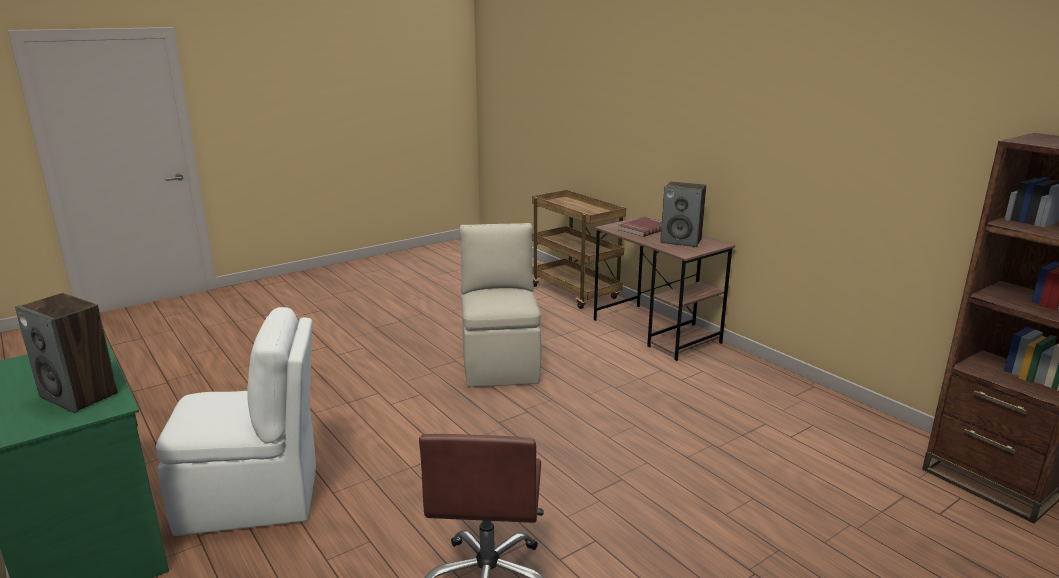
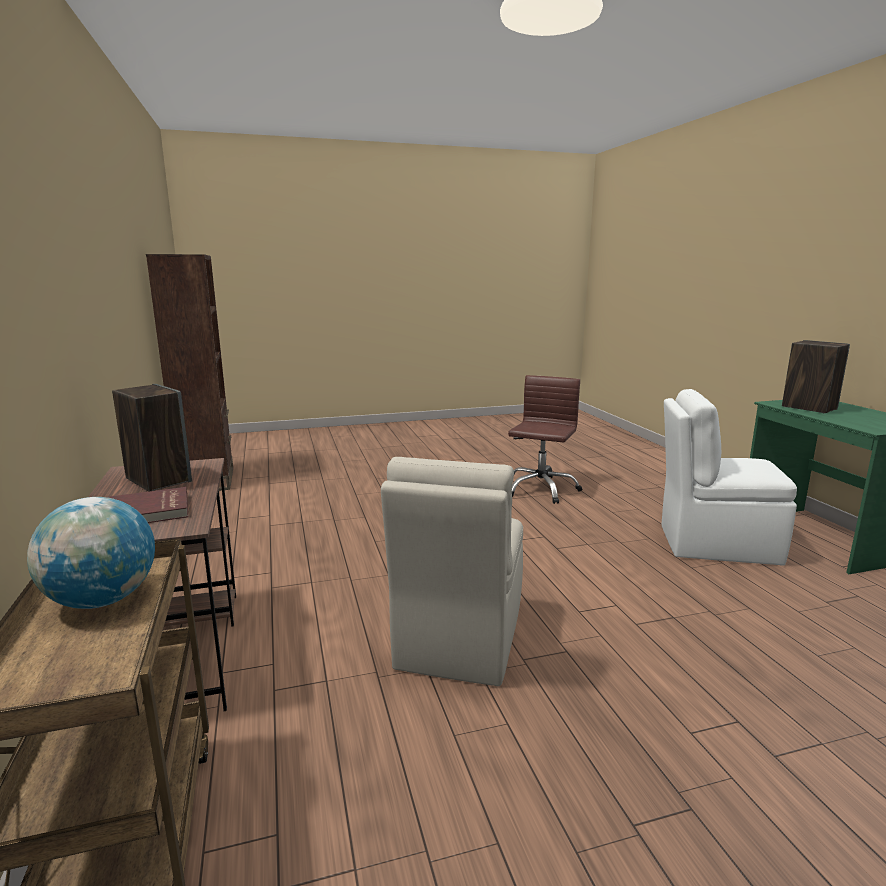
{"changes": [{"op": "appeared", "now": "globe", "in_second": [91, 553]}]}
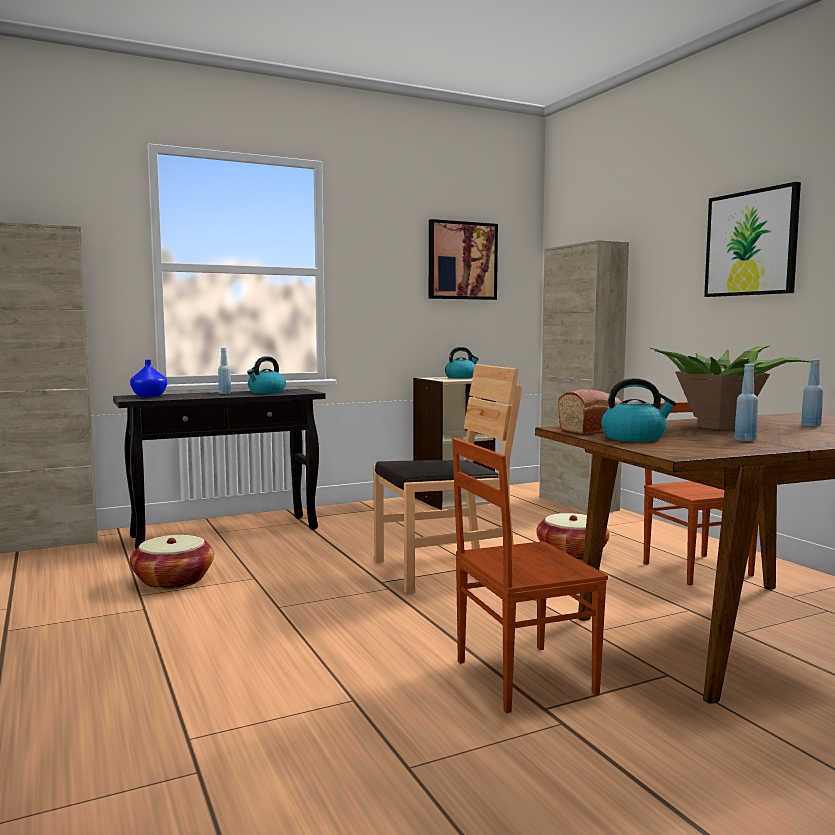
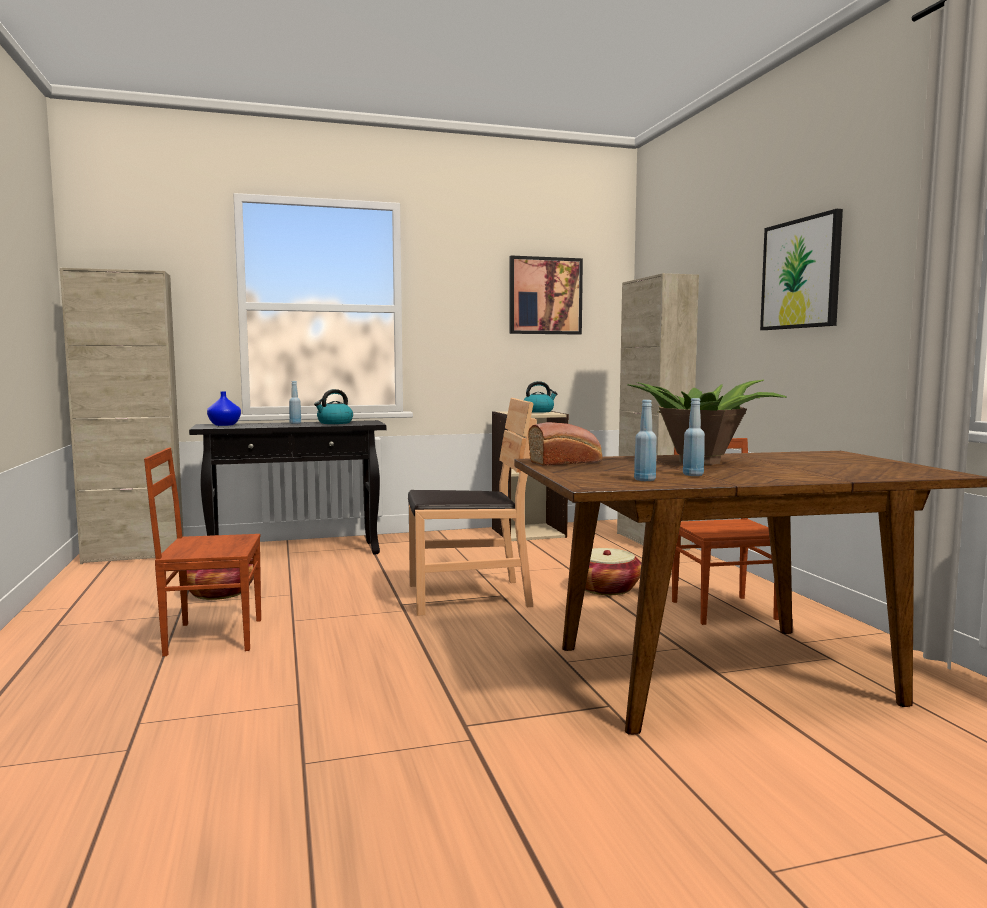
{"changes": [{"op": "relocated", "was": "chaise (marron)", "in_first": [530, 575], "in_second": [202, 551]}, {"op": "missing", "was": "bouilloire", "in_first": [638, 410]}, {"op": "relocated", "was": "bouteille (bleu)", "in_first": [812, 393], "in_second": [645, 440]}]}
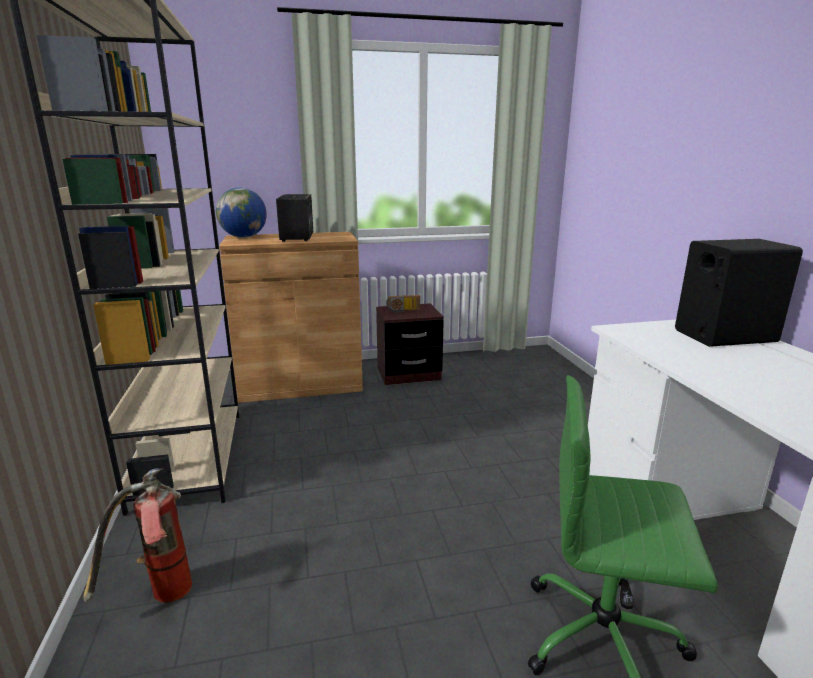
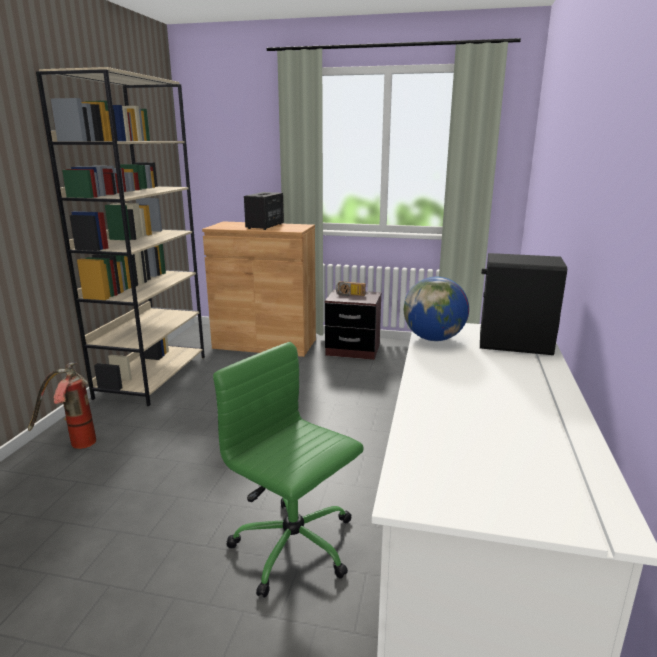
{"changes": [{"op": "relocated", "was": "globe", "in_first": [241, 213], "in_second": [436, 309]}]}
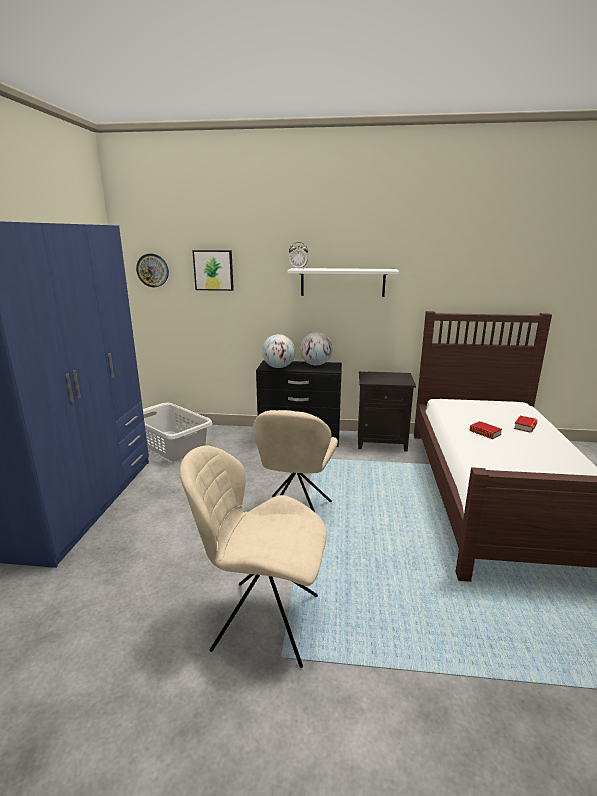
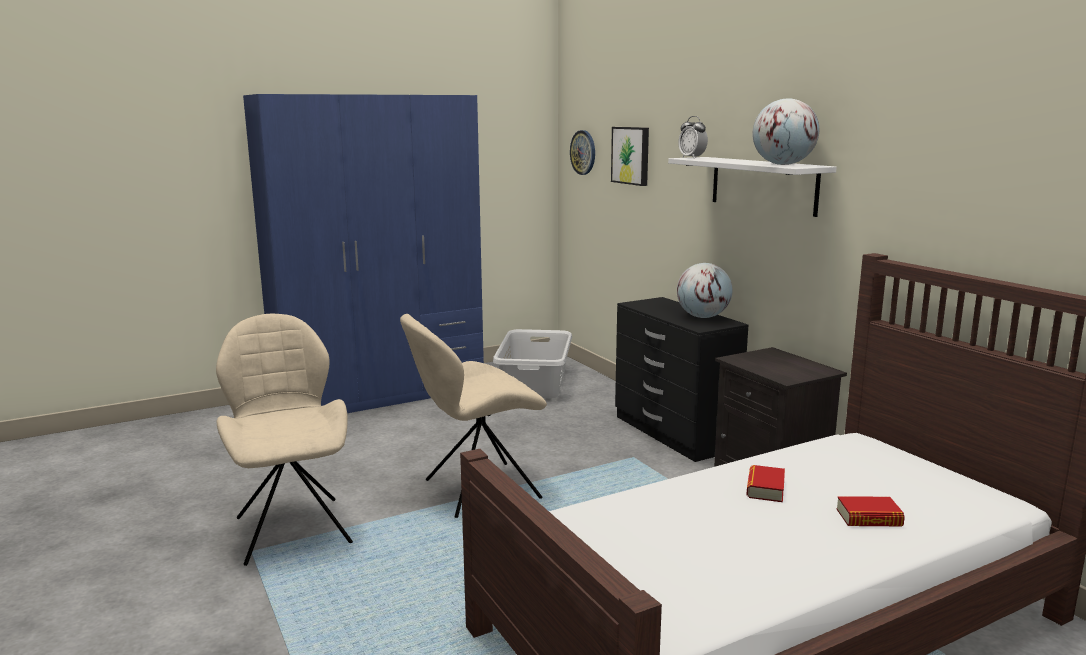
{"changes": [{"op": "relocated", "was": "globe", "in_first": [278, 351], "in_second": [785, 131]}]}
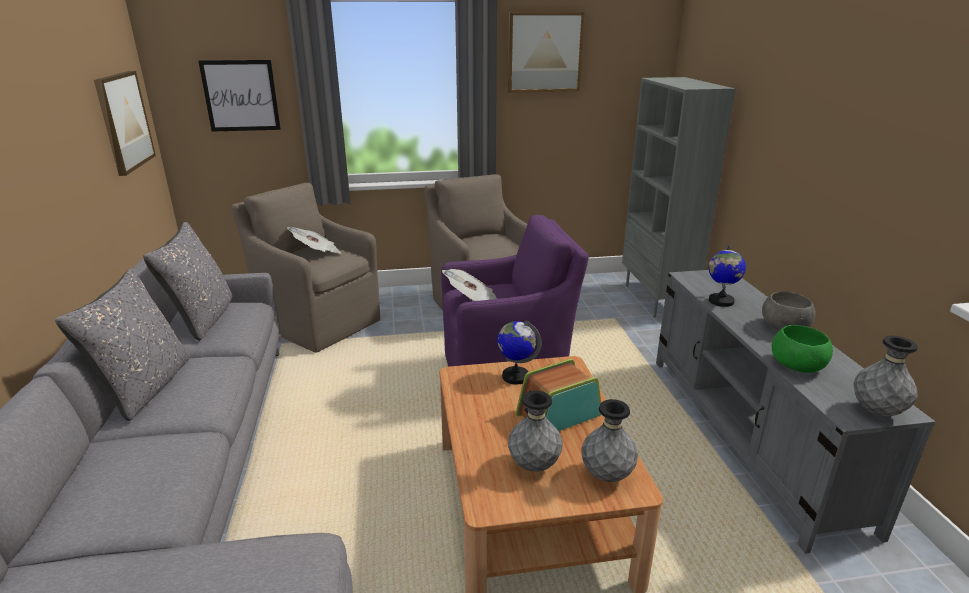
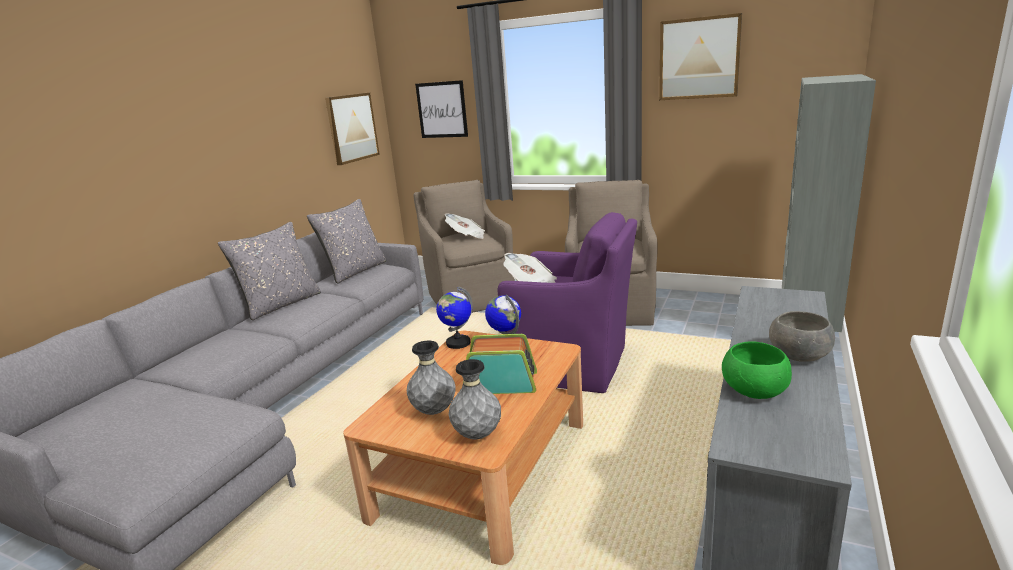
{"changes": [{"op": "relocated", "was": "globe", "in_first": [727, 275], "in_second": [454, 318]}, {"op": "missing", "was": "vase (gris)", "in_first": [885, 376]}]}
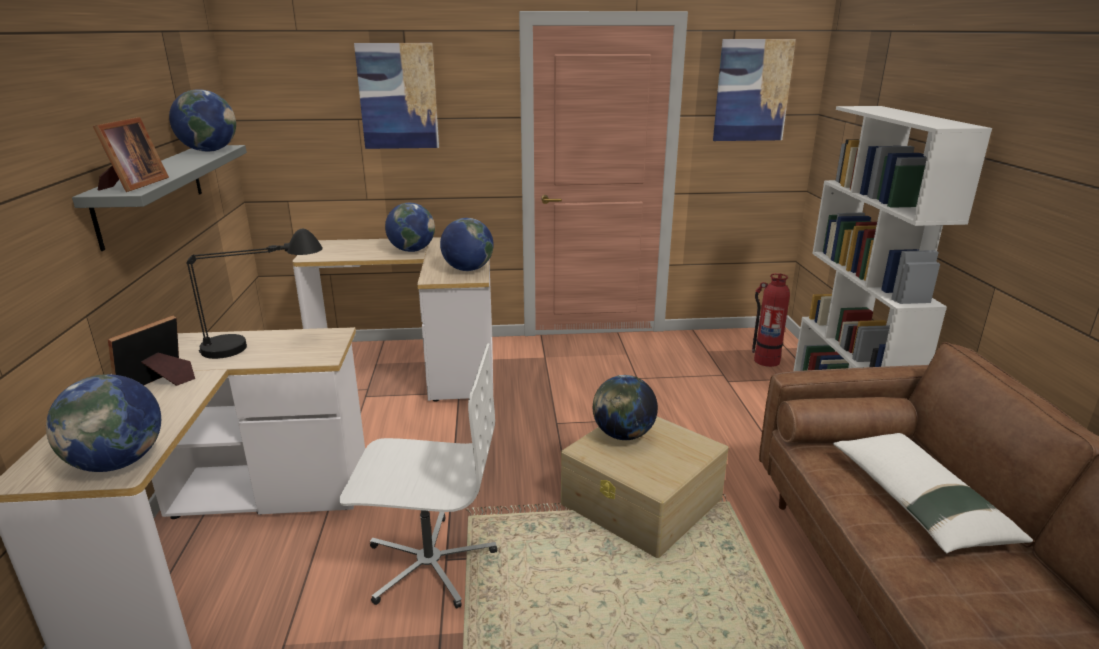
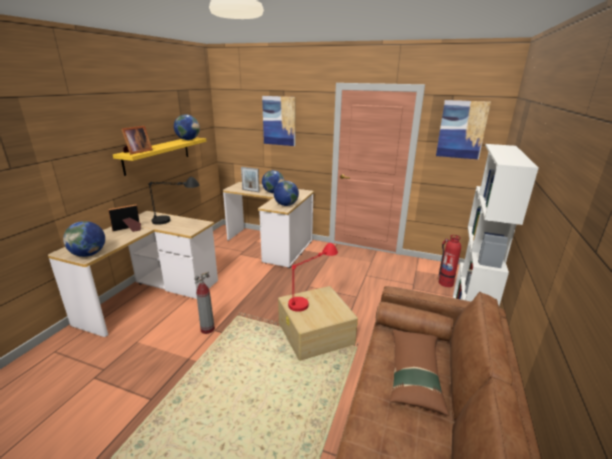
{"changes": [{"op": "colour", "was": "étagère (gris)", "now": "étagère (jaune)", "in_first": [159, 198], "in_second": [159, 157]}, {"op": "exchanged", "was": "chaise de bureau (blanc)", "now": "extincteur", "in_first": [418, 475], "in_second": [204, 303]}, {"op": "exchanged", "was": "globe", "now": "lampe de table (rouge)", "in_first": [625, 407], "in_second": [313, 277]}, {"op": "colour", "was": "coussin (blanc)", "now": "coussin (marron)", "in_first": [933, 493], "in_second": [419, 373]}, {"op": "appeared", "now": "cadre photo", "in_second": [250, 179]}]}
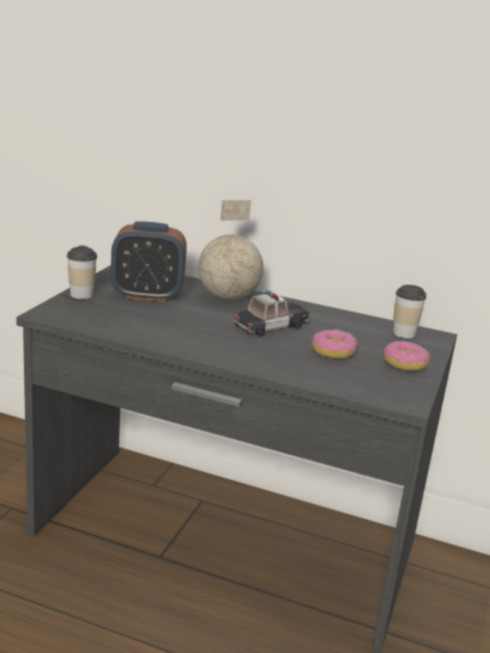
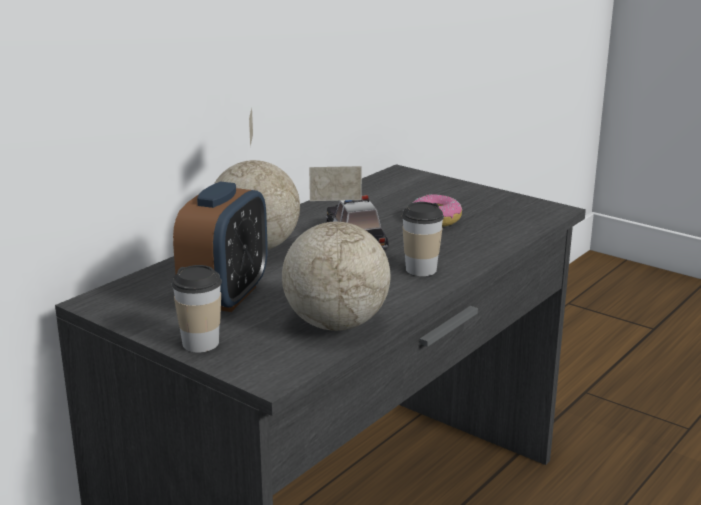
{"changes": [{"op": "missing", "was": "beignet", "in_first": [406, 356]}, {"op": "relocated", "was": "tasse", "in_first": [409, 311], "in_second": [423, 239]}, {"op": "appeared", "now": "globe", "in_second": [336, 248]}]}
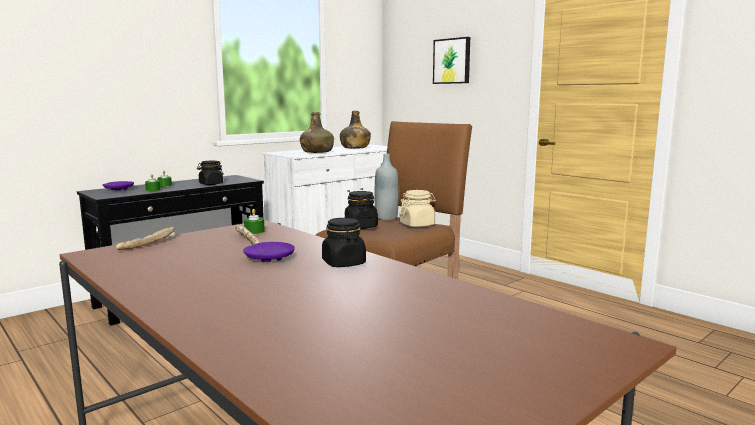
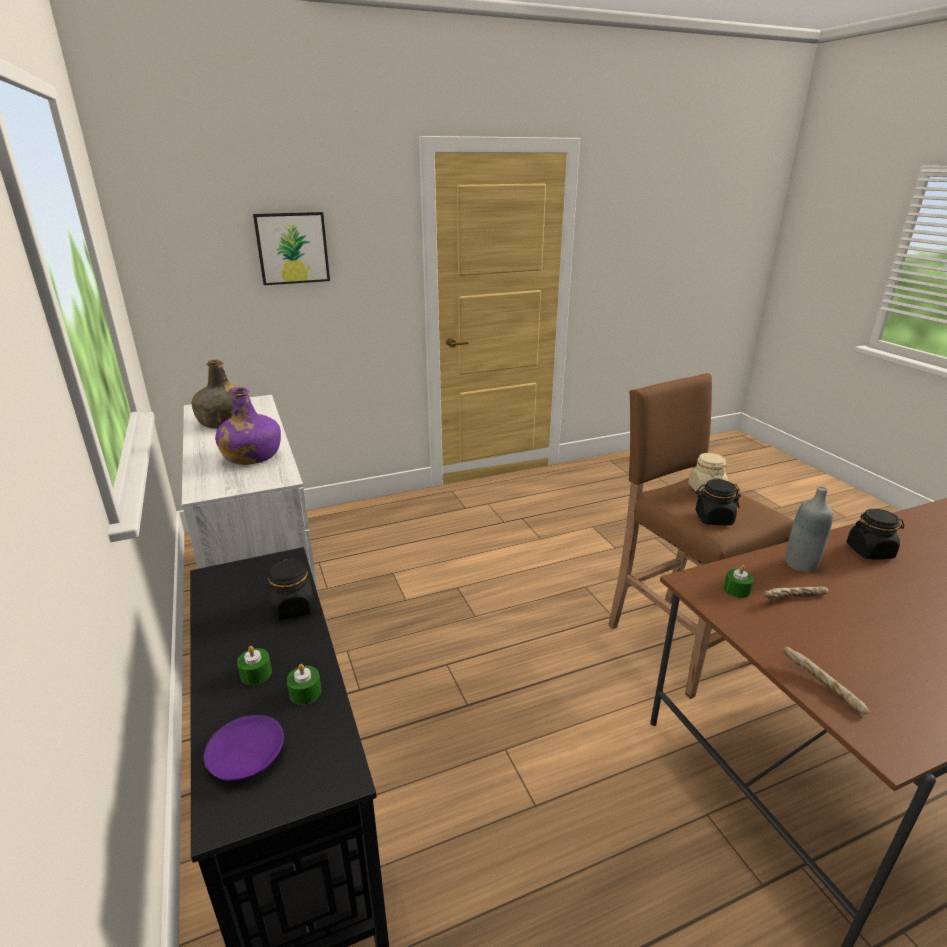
{"changes": [{"op": "missing", "was": "assiette (violet)", "in_first": [269, 252]}, {"op": "colour", "was": "bouteille (vert)", "now": "bouteille (violet)", "in_first": [317, 132], "in_second": [248, 426]}, {"op": "relocated", "was": "bouteille (gris)", "in_first": [387, 187], "in_second": [809, 529]}]}
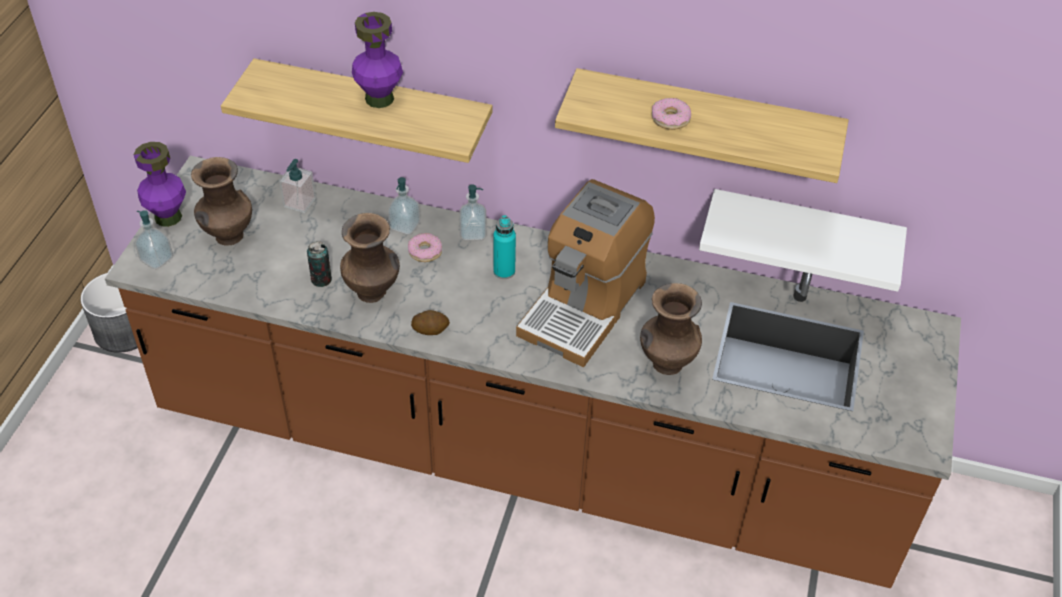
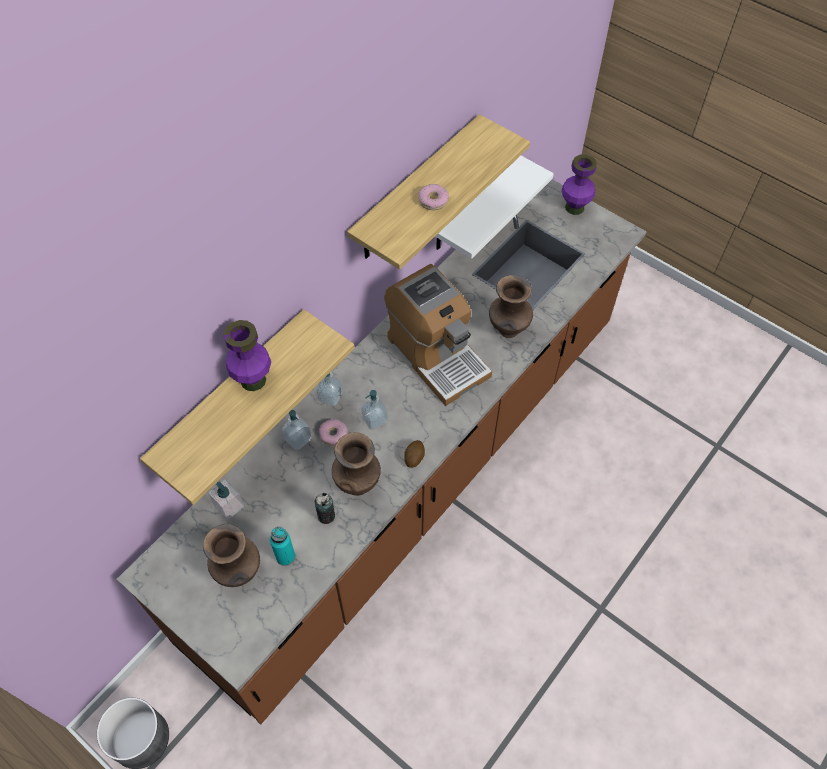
{"changes": [{"op": "relocated", "was": "vase (violet)", "in_first": [160, 184], "in_second": [579, 184]}, {"op": "relocated", "was": "distributeur de savon", "in_first": [153, 239], "in_second": [374, 410]}, {"op": "relocated", "was": "bouteille (turquoise)", "in_first": [504, 247], "in_second": [282, 546]}]}
